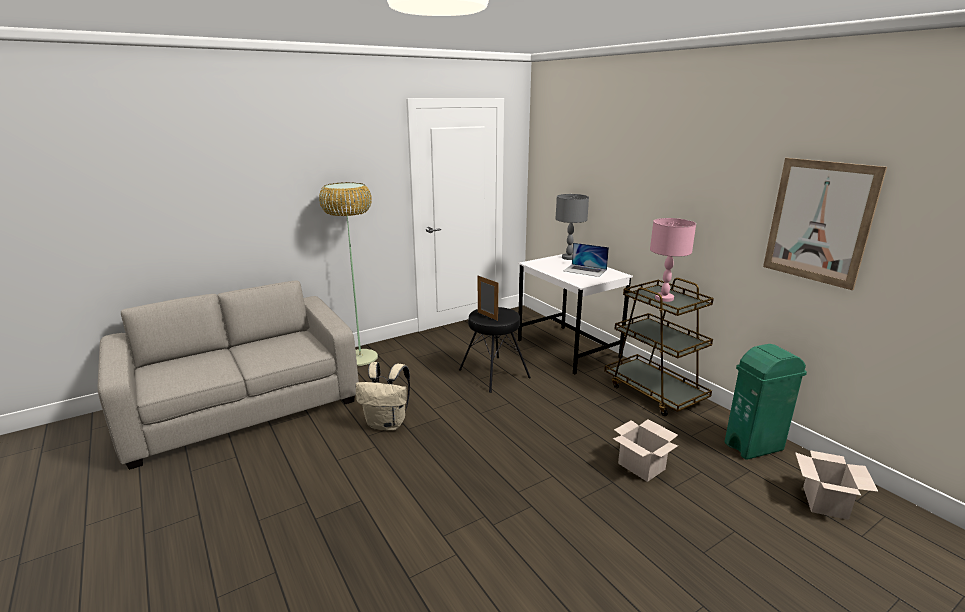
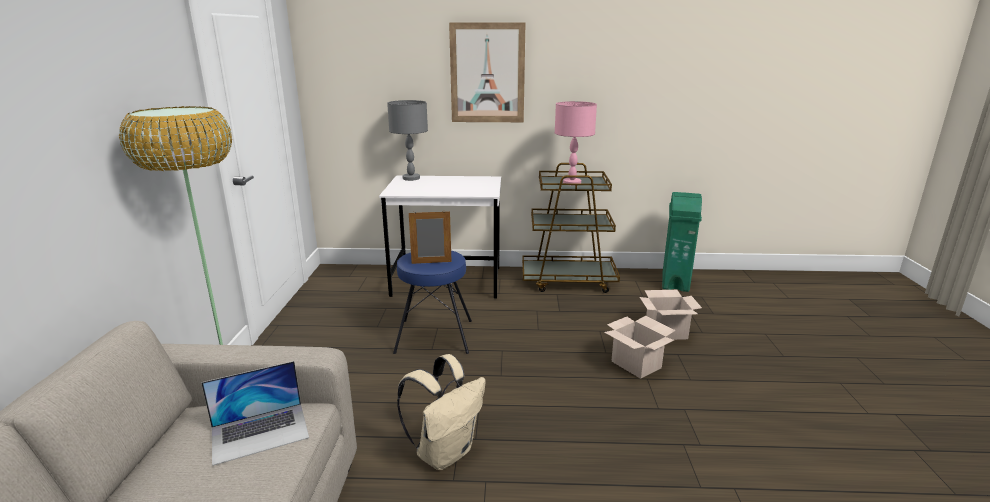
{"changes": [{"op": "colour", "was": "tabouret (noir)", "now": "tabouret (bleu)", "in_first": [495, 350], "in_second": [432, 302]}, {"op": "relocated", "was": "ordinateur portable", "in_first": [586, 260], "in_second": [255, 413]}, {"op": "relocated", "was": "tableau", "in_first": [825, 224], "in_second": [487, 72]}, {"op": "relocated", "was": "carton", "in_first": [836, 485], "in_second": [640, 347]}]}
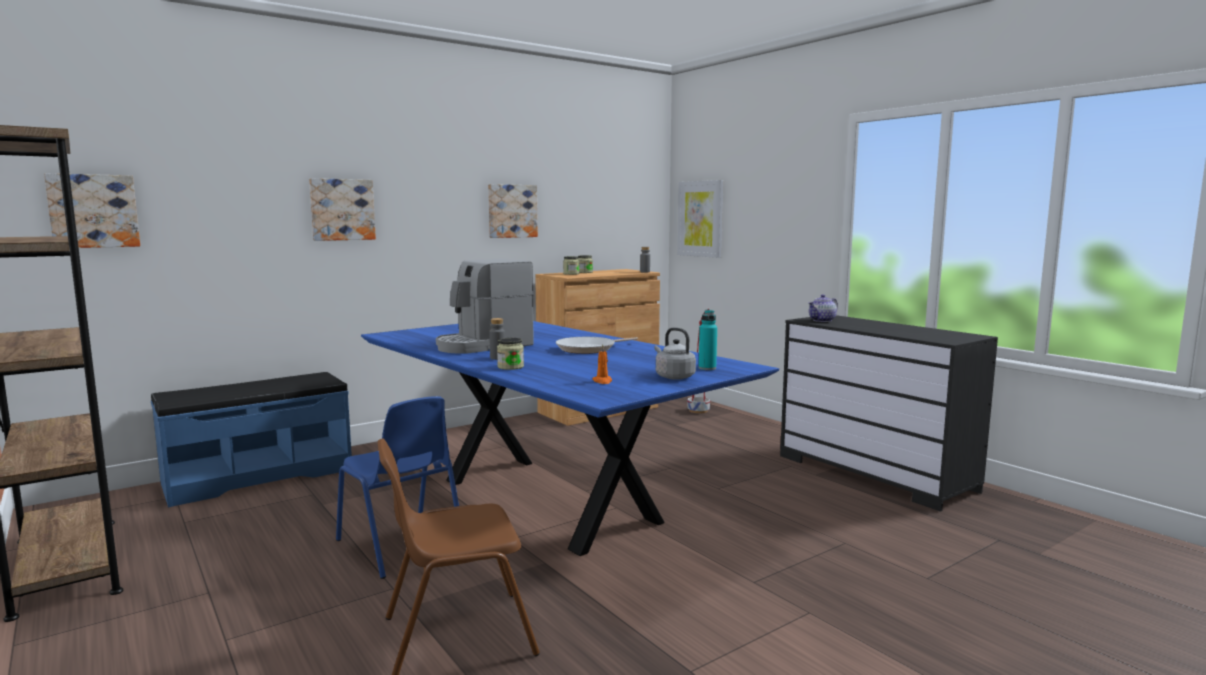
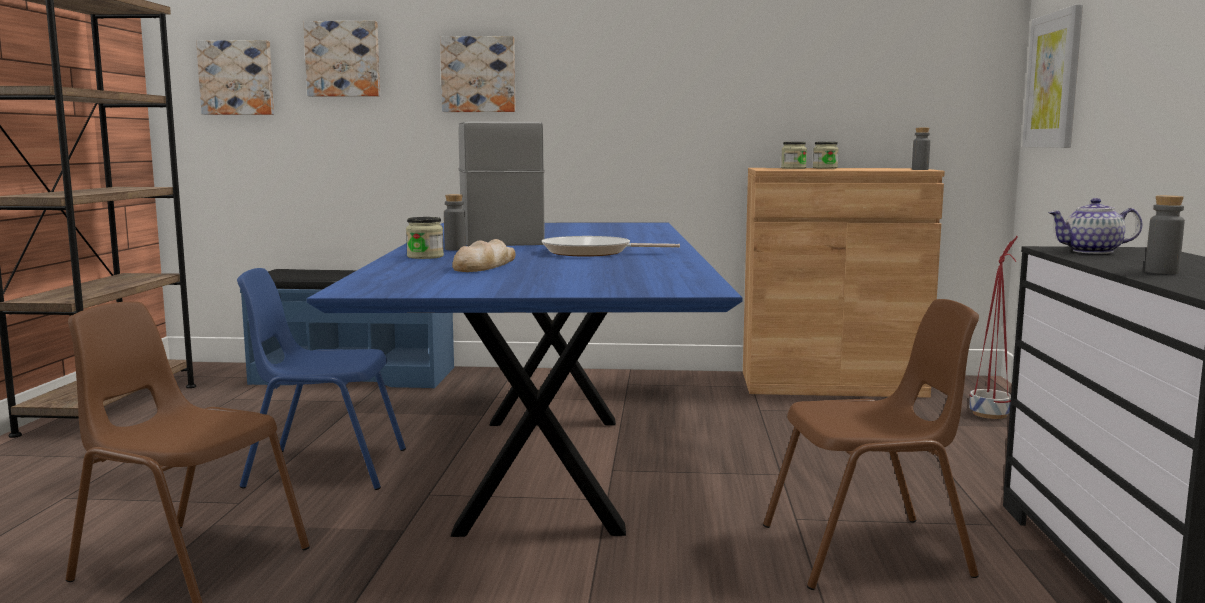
{"changes": [{"op": "spun", "was": "chaise (bleu)", "in_first": [397, 487], "in_second": [321, 379], "clockwise": 90}, {"op": "spun", "was": "machine à café", "in_first": [485, 306], "in_second": [501, 183], "clockwise": 75}, {"op": "relocated", "was": "tableau", "in_first": [513, 211], "in_second": [341, 59]}, {"op": "missing", "was": "bougie (orange)", "in_first": [602, 364]}, {"op": "missing", "was": "bouilloire (gris)", "in_first": [675, 354]}, {"op": "missing", "was": "bouteille (turquoise)", "in_first": [708, 340]}, {"op": "appeared", "now": "pain", "in_second": [484, 255]}, {"op": "appeared", "now": "chaise (marron)", "in_second": [871, 444]}, {"op": "appeared", "now": "bouteille (gris)", "in_second": [1165, 234]}]}
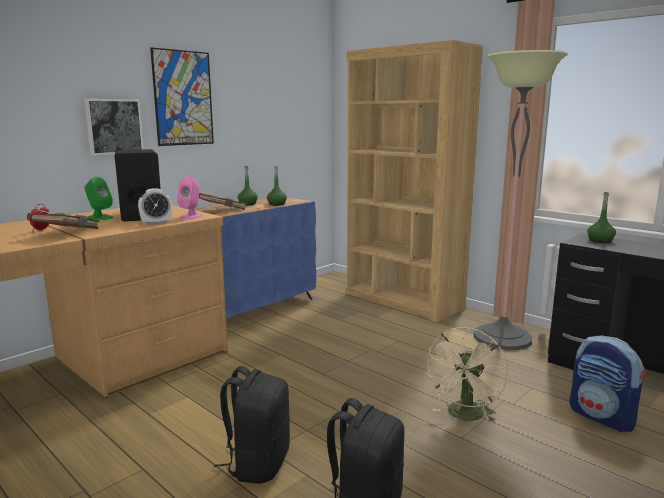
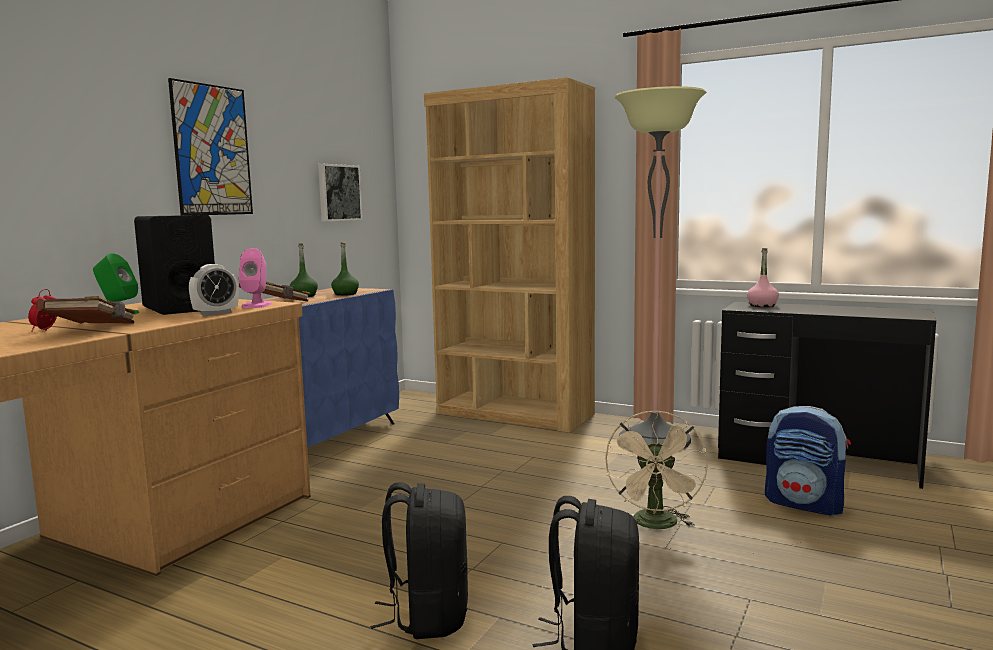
{"changes": [{"op": "relocated", "was": "tableau", "in_first": [114, 127], "in_second": [340, 193]}, {"op": "colour", "was": "bouteille (vert)", "now": "bouteille (rose)", "in_first": [601, 217], "in_second": [763, 277]}]}
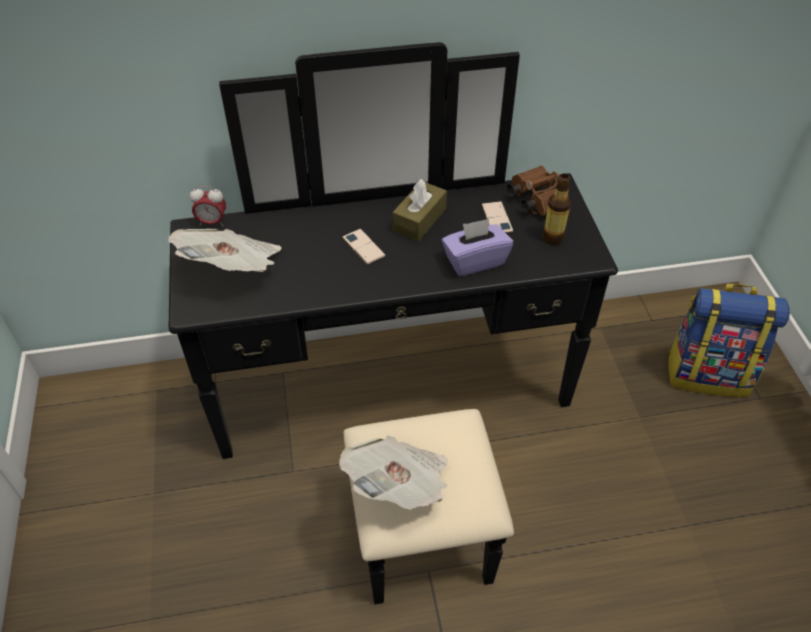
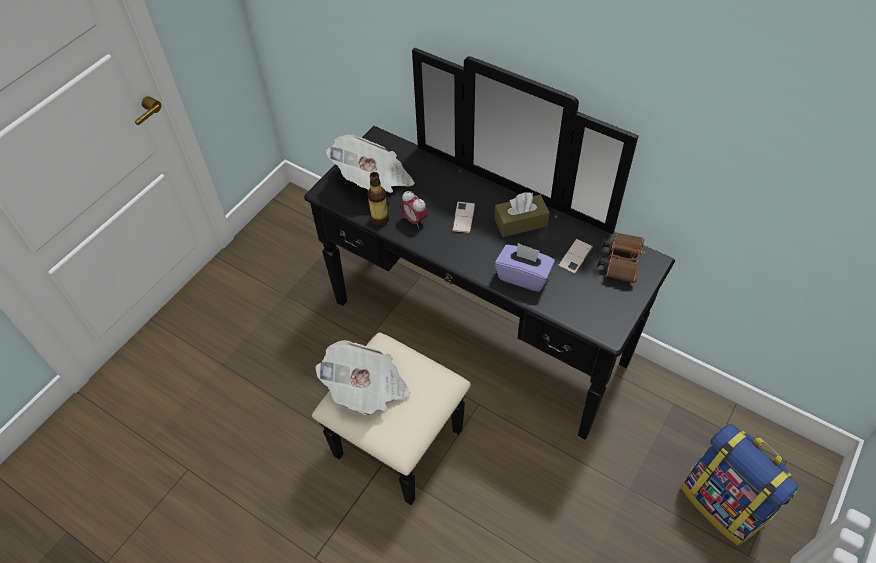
{"changes": [{"op": "relocated", "was": "réveil", "in_first": [208, 206], "in_second": [414, 209]}, {"op": "relocated", "was": "bouteille", "in_first": [556, 209], "in_second": [378, 199]}]}
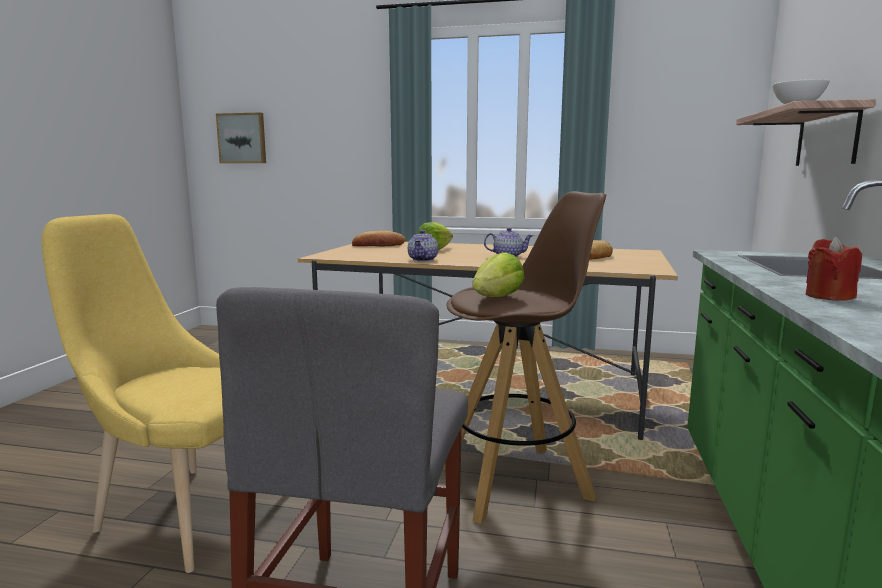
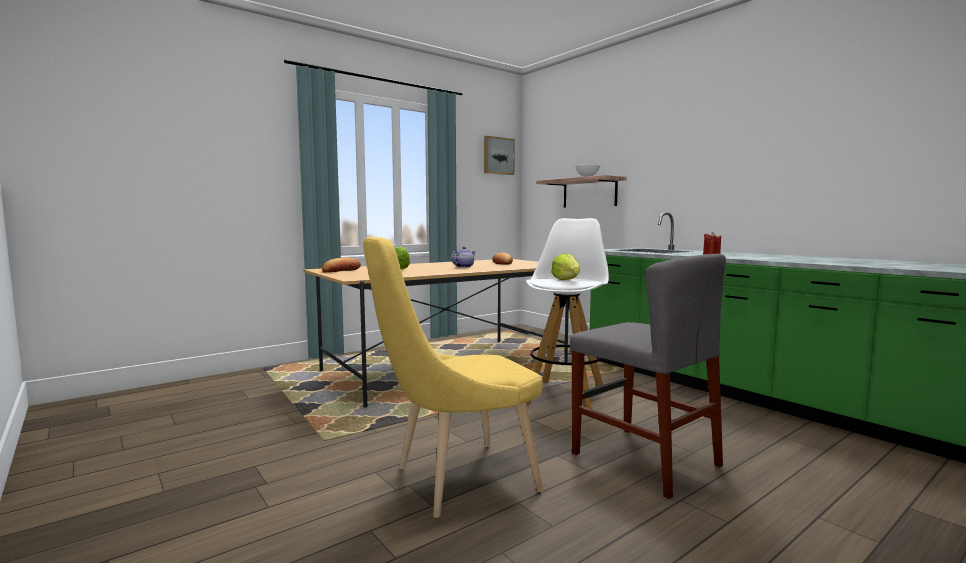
{"changes": [{"op": "relocated", "was": "tableau", "in_first": [241, 137], "in_second": [499, 155]}, {"op": "missing", "was": "théière", "in_first": [423, 245]}, {"op": "colour", "was": "tabouret (marron)", "now": "tabouret (blanc)", "in_first": [524, 357], "in_second": [567, 313]}]}
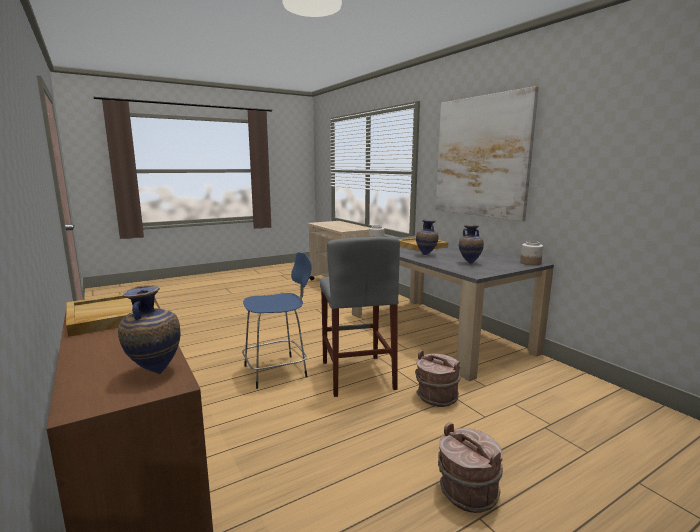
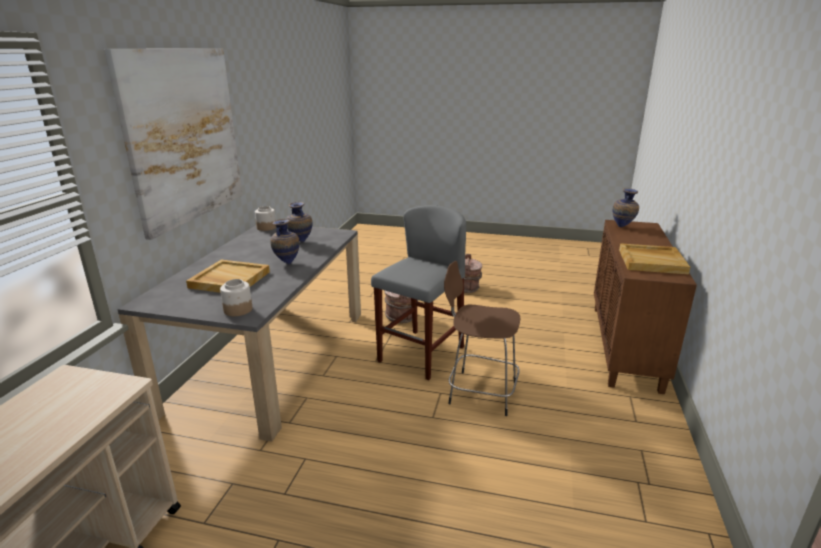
{"changes": [{"op": "colour", "was": "tabouret (bleu)", "now": "tabouret (marron)", "in_first": [277, 320], "in_second": [482, 338]}]}
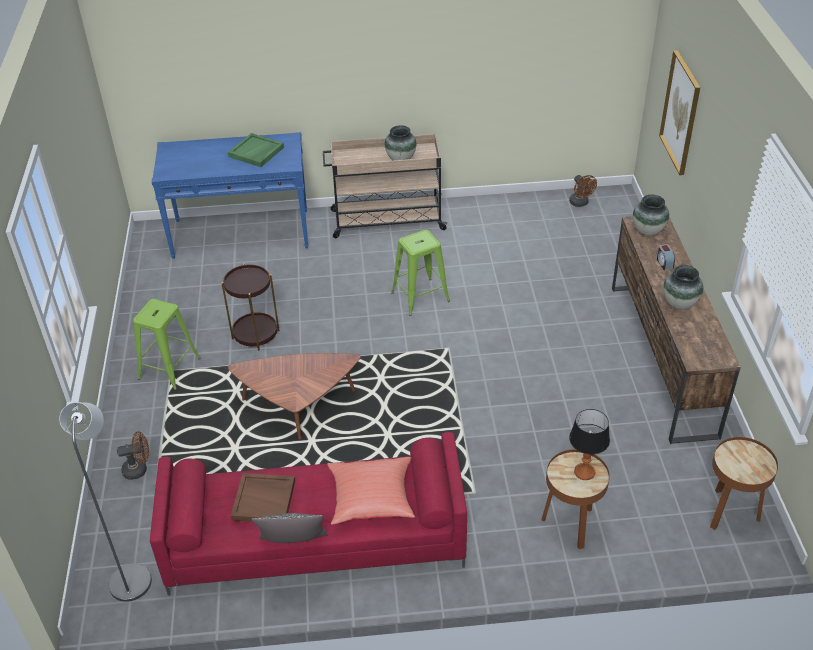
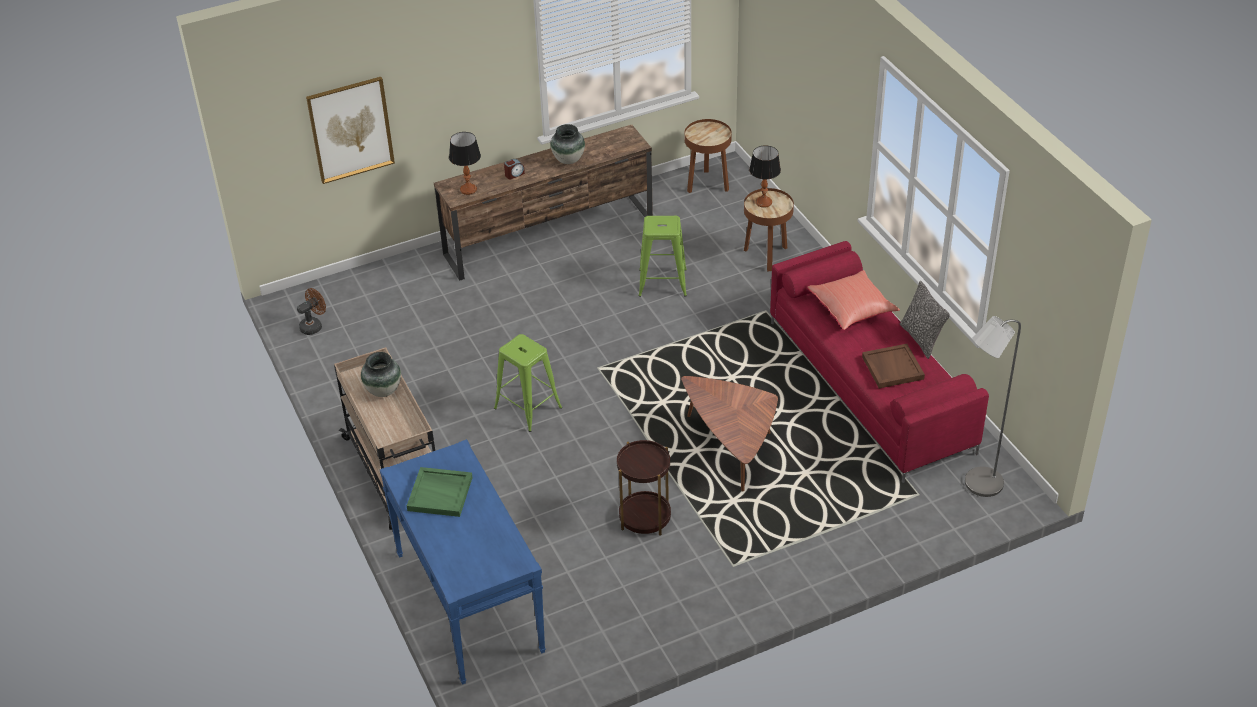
{"changes": [{"op": "missing", "was": "ventilateur (marron)", "in_first": [133, 455]}, {"op": "relocated", "was": "tabouret (vert)", "in_first": [166, 344], "in_second": [663, 256]}, {"op": "exchanged", "was": "vase", "now": "lampe de table", "in_first": [651, 215], "in_second": [465, 163]}]}
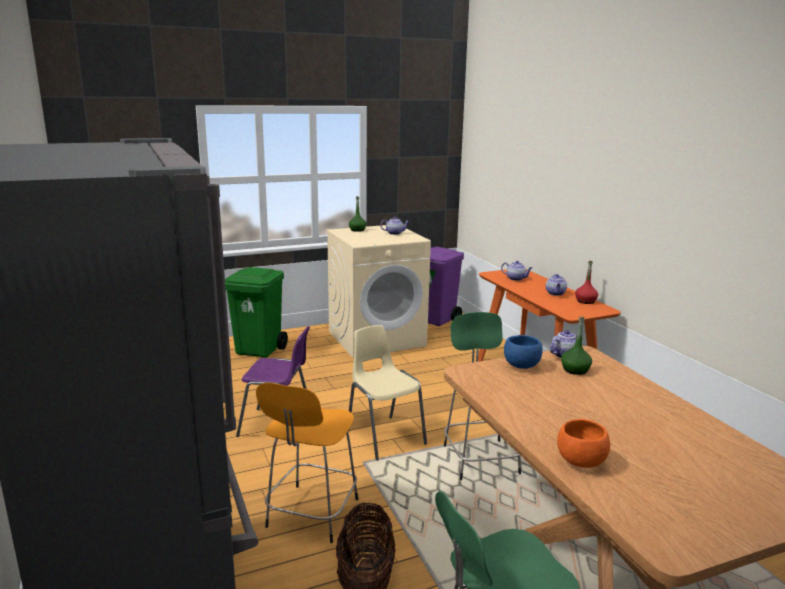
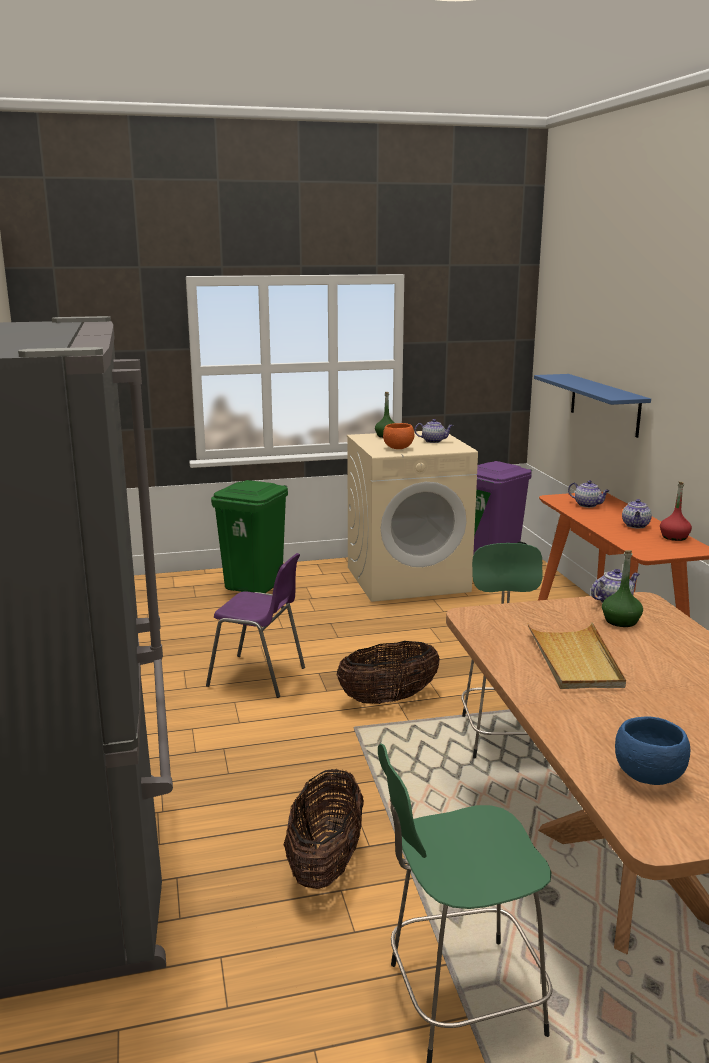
{"changes": [{"op": "missing", "was": "tabouret (orange)", "in_first": [307, 463]}, {"op": "exchanged", "was": "chaise (beige)", "now": "panier", "in_first": [387, 393], "in_second": [388, 672]}, {"op": "relocated", "was": "bol (bleu)", "in_first": [523, 352], "in_second": [652, 751]}, {"op": "relocated", "was": "bol (orange)", "in_first": [583, 443], "in_second": [398, 436]}, {"op": "appeared", "now": "plateau (beige)", "in_second": [576, 655]}, {"op": "appeared", "now": "étagère (bleu)", "in_second": [592, 406]}]}
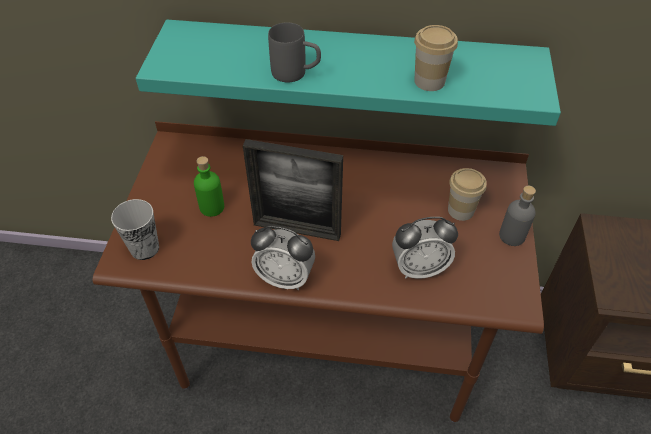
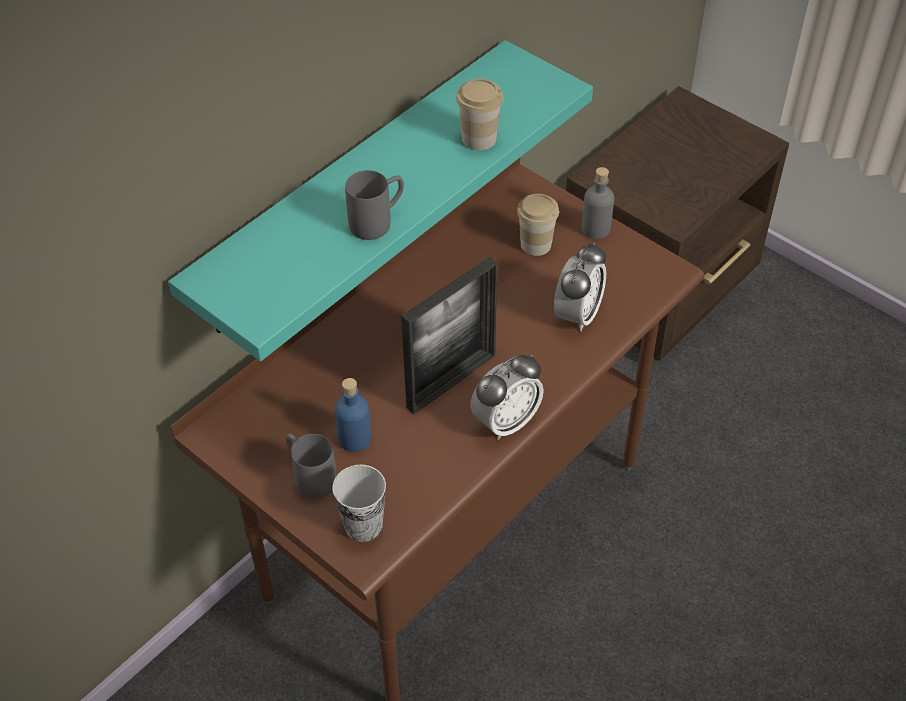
{"changes": [{"op": "colour", "was": "bouteille (vert)", "now": "bouteille (bleu)", "in_first": [209, 186], "in_second": [353, 415]}, {"op": "appeared", "now": "mug (gris)", "in_second": [311, 465]}]}
